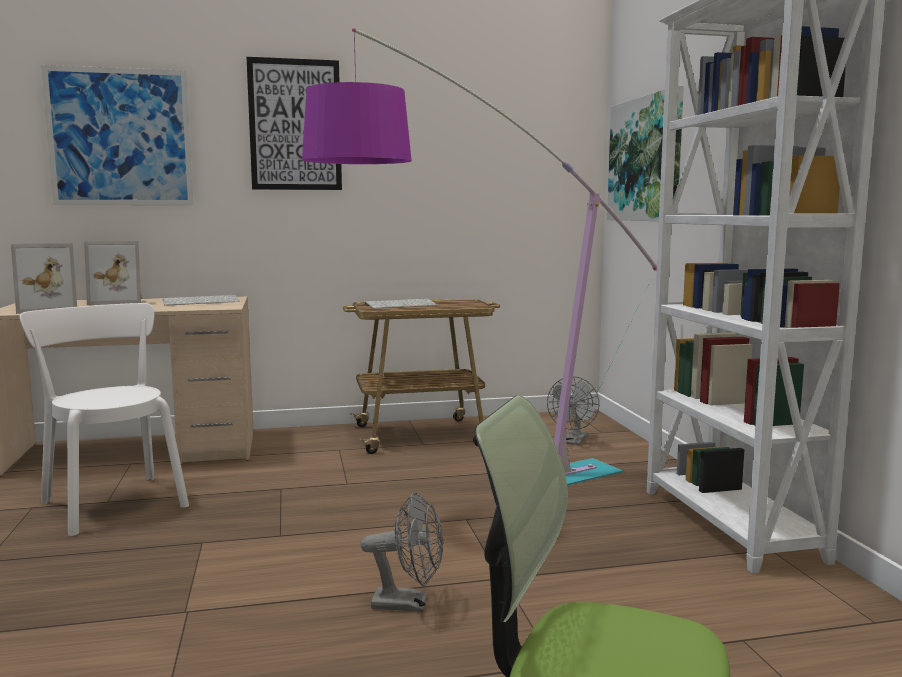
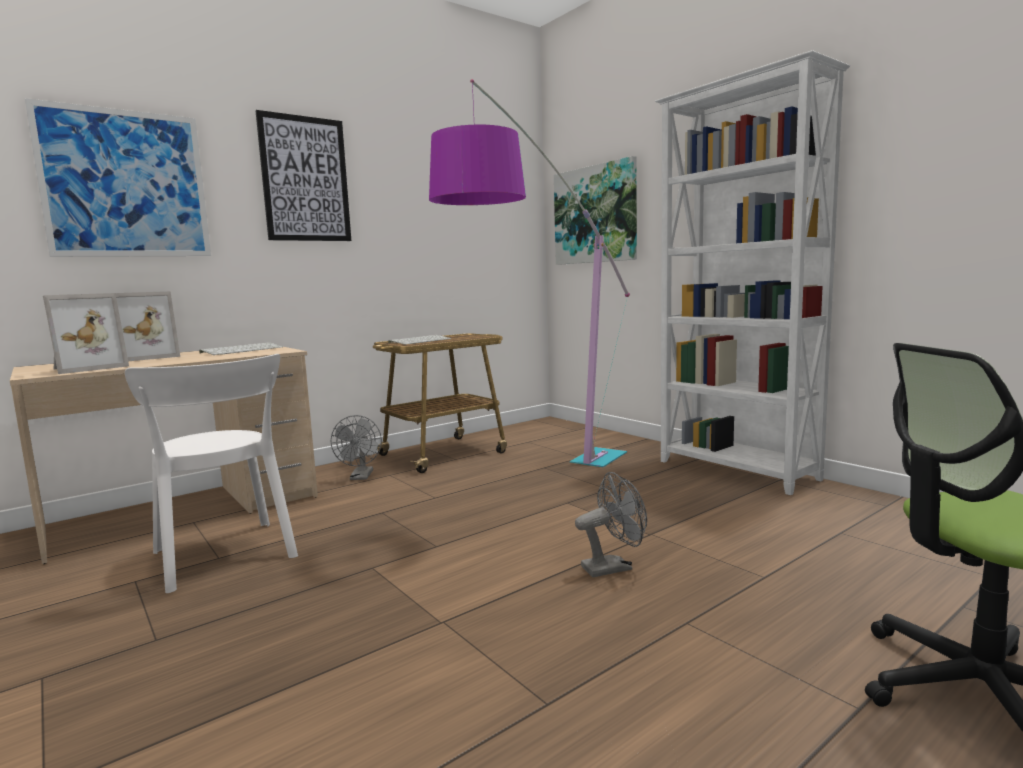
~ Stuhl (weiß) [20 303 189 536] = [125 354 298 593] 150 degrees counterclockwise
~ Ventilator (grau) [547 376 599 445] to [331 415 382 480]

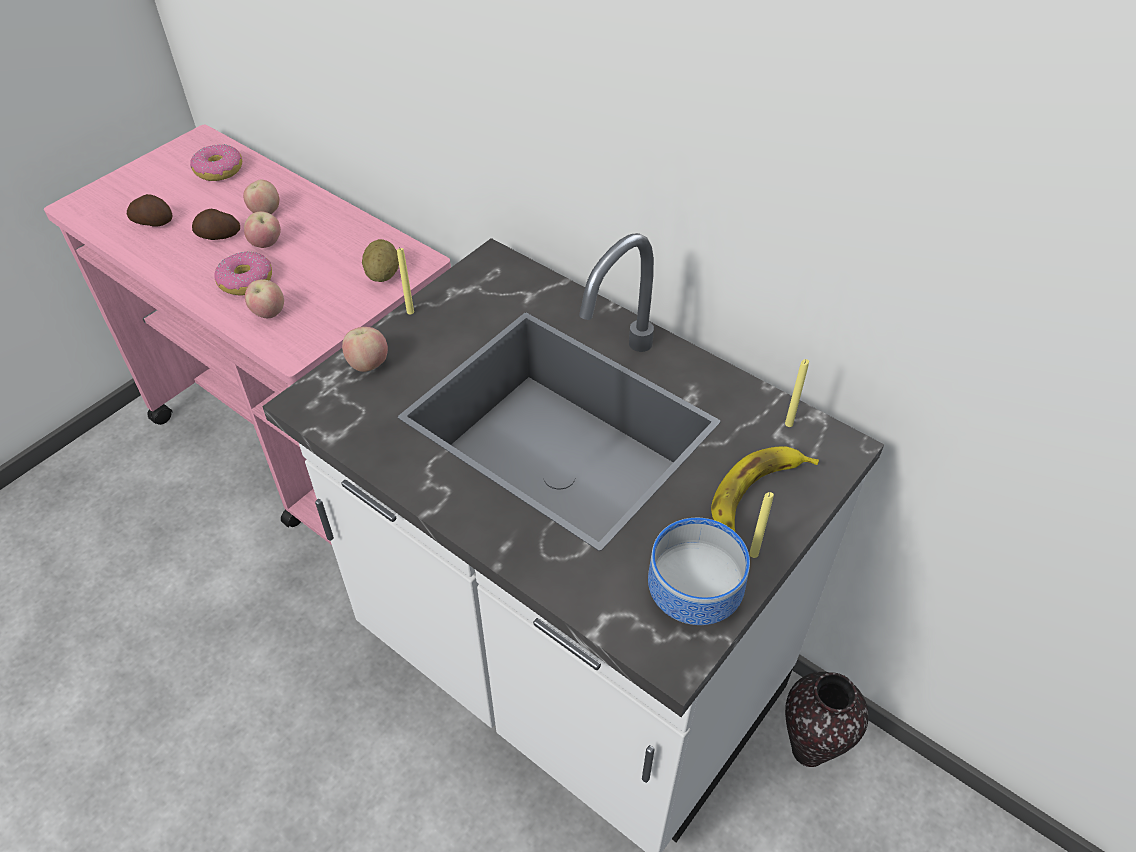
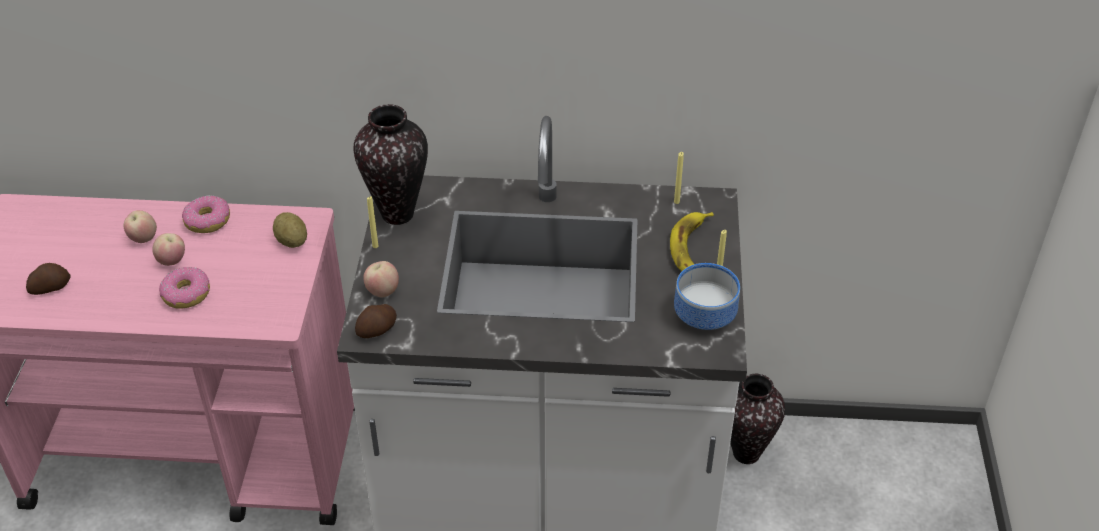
~ Donut [190 144 242 181] to [182 195 230 233]
+ Vase [354 104 428 225]
~ Kartoffel [192 209 240 240] to [355 304 397 338]
- Apfel [245 279 284 318]

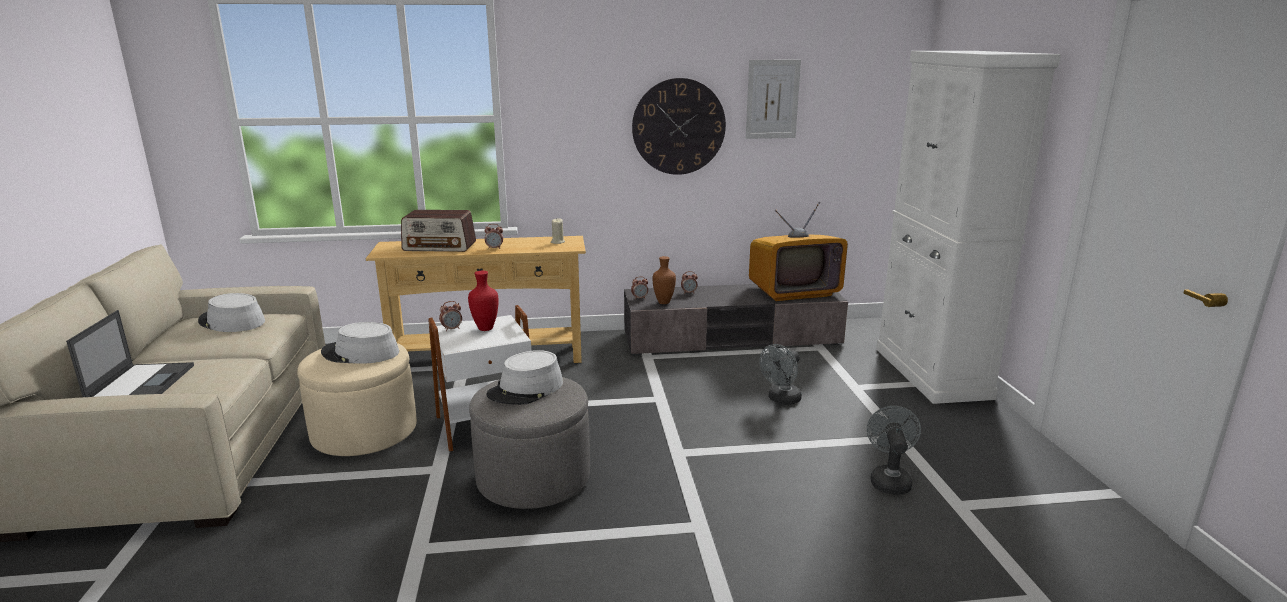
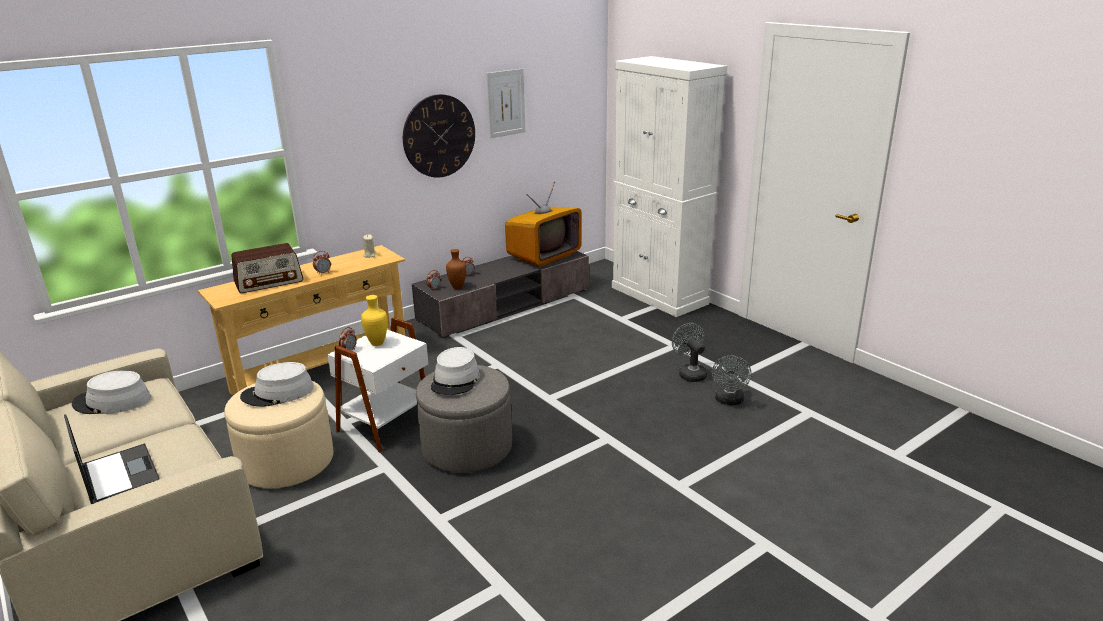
~ Vase (rot) [468 271 499 331] to Vase (gelb) [361 295 387 346]
~ Ventilator (grau) [759 344 802 405] to [712 356 752 405]

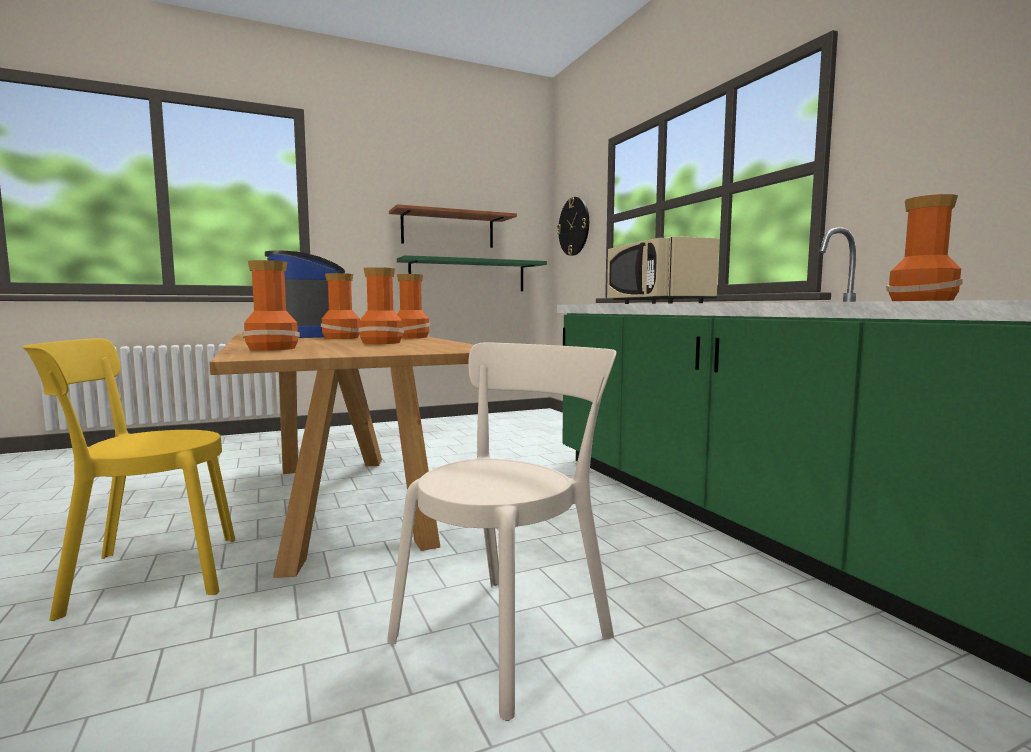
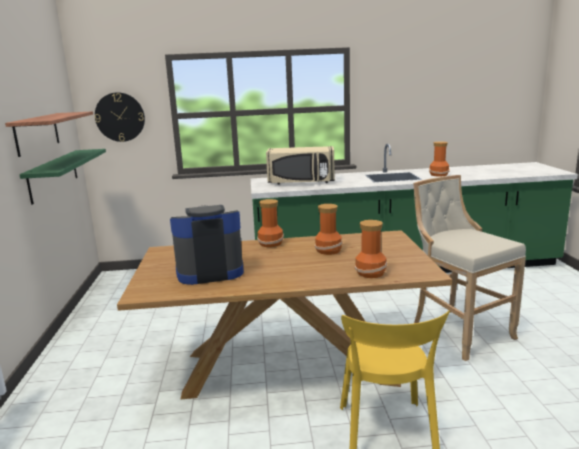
~ Stuhl (beige) [387 343 616 721] to Hocker (beige) [413 175 526 361]
- Vase [321 273 360 339]

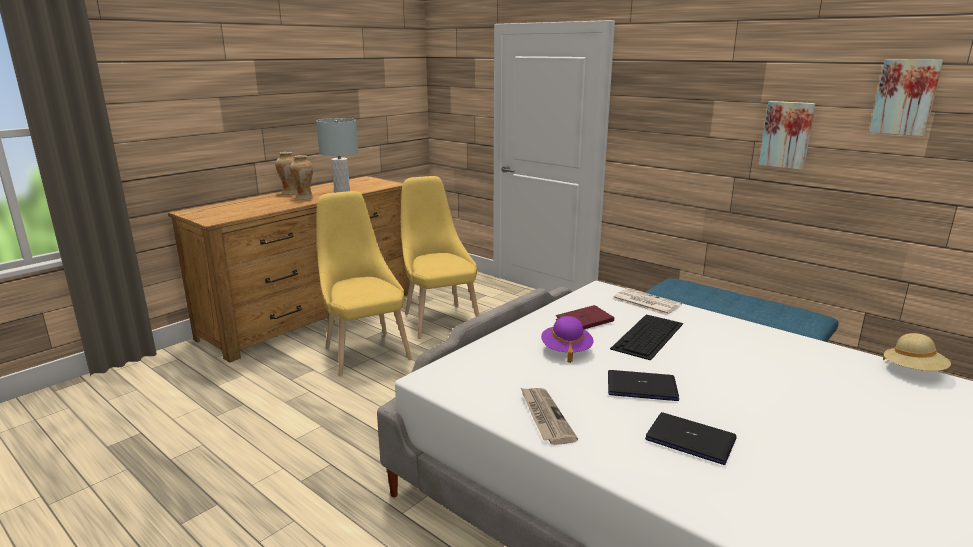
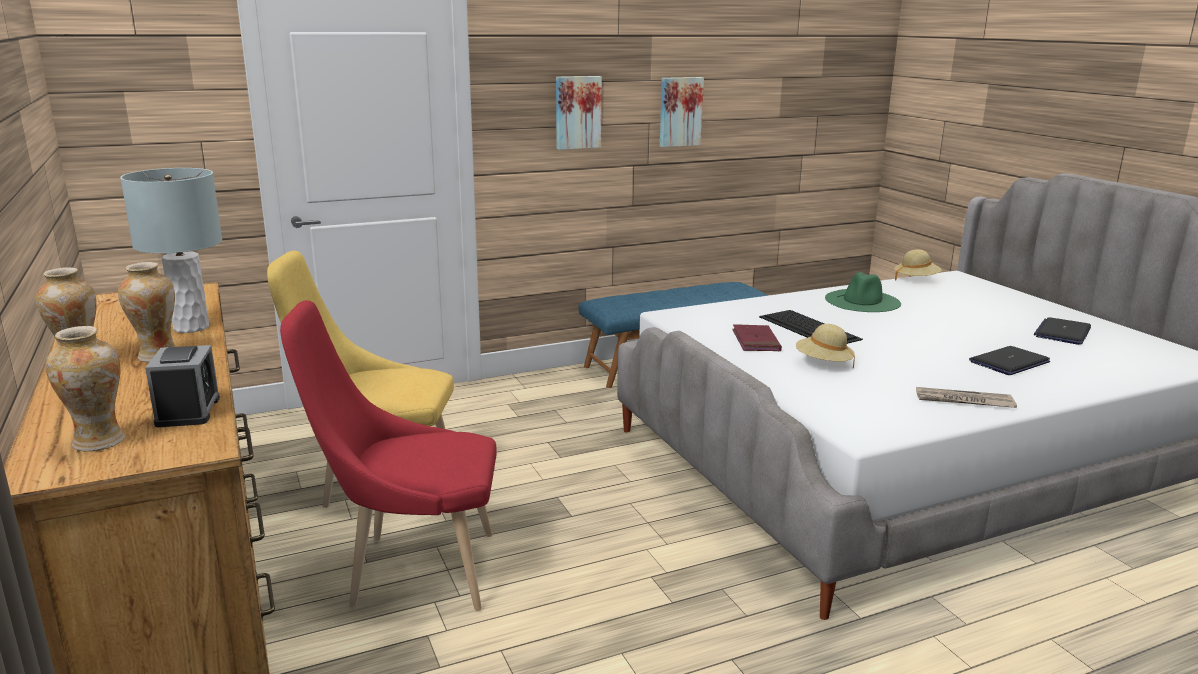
+ Vase [45 326 125 452]
+ Wecker [145 345 220 427]
~ Stuhl (gelb) [316 191 412 376] to Stuhl (rot) [280 300 497 611]
~ Bild [870 59 943 136] to [556 76 602 150]
~ Hut (lila) [541 316 593 363] to Hut (beige) [796 324 855 368]
+ Hut (grün) [825 272 901 312]
~ Laptop [608 370 679 401] to [1033 317 1091 345]
- Zeitung [613 288 682 315]

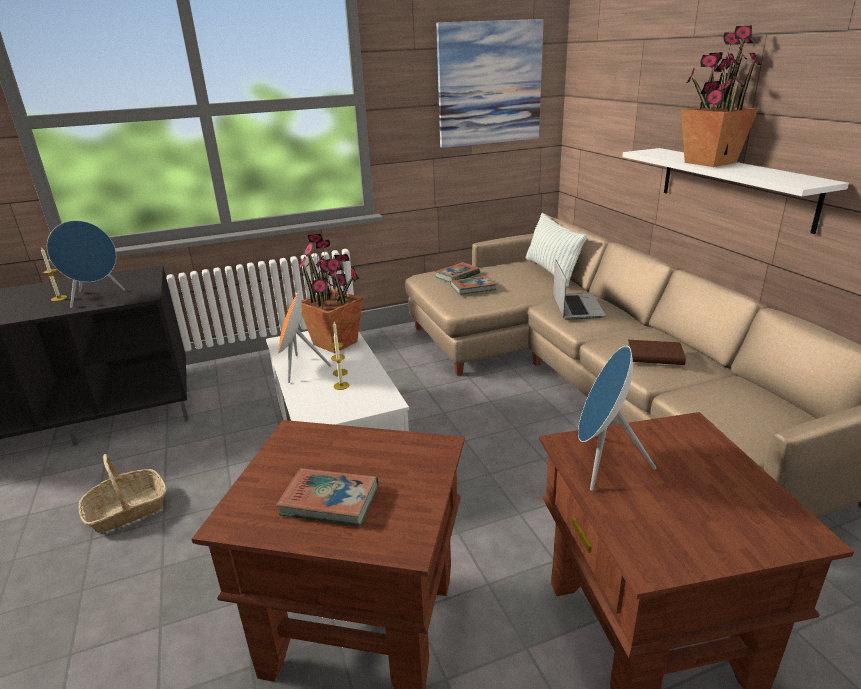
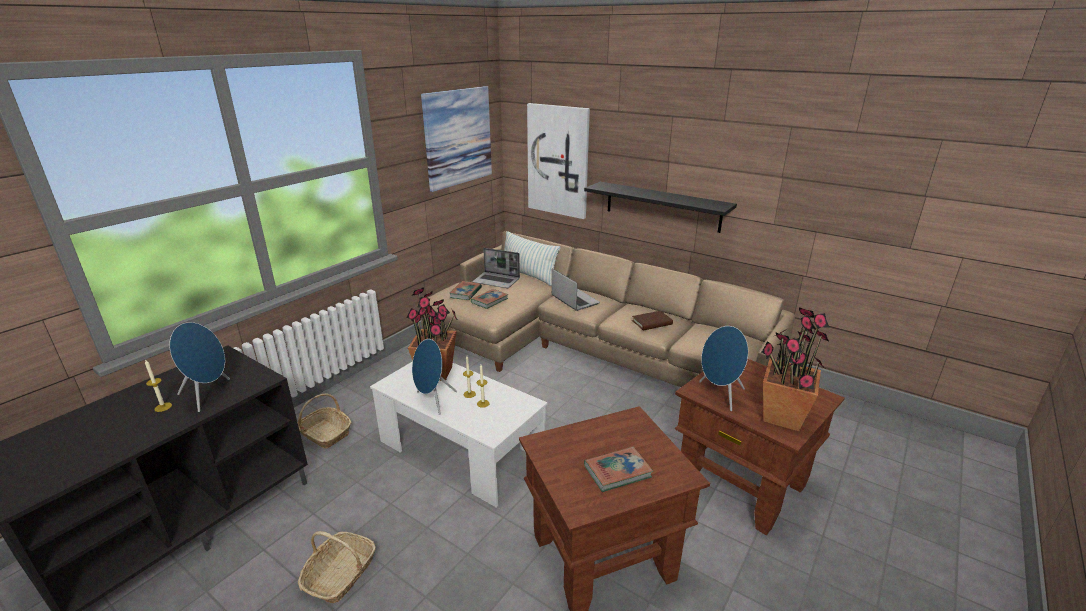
+ Korb [297 393 352 448]
~ Lautsprecher (orange) [278 292 332 383] to Lautsprecher (blau) [412 339 457 415]
+ Laptop [472 248 520 288]
+ Bild [527 103 590 219]
~ Wandregal (weiß) [622 148 849 234] to Wandregal (schwarz) [584 182 737 233]
~ Topfpflanze [681 26 761 167] to [762 307 829 431]

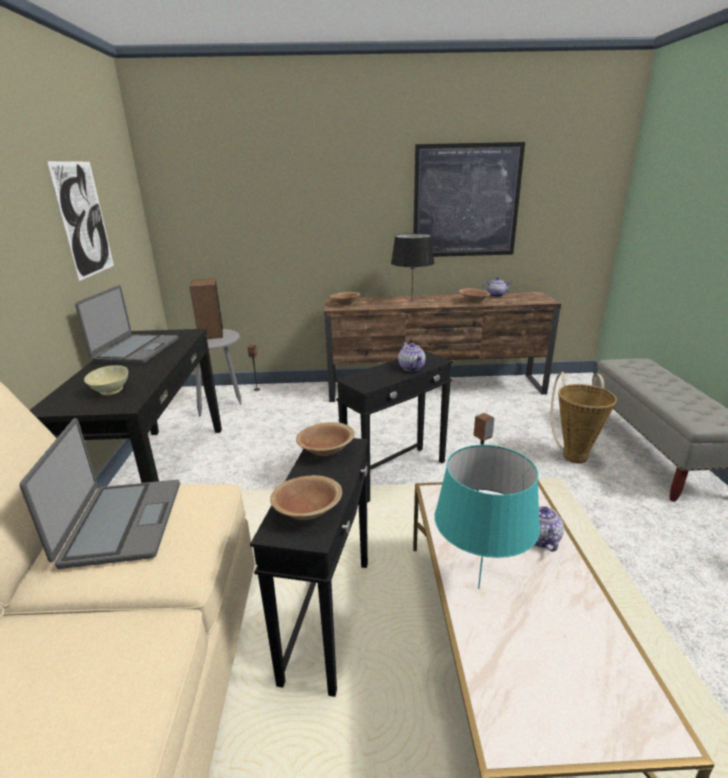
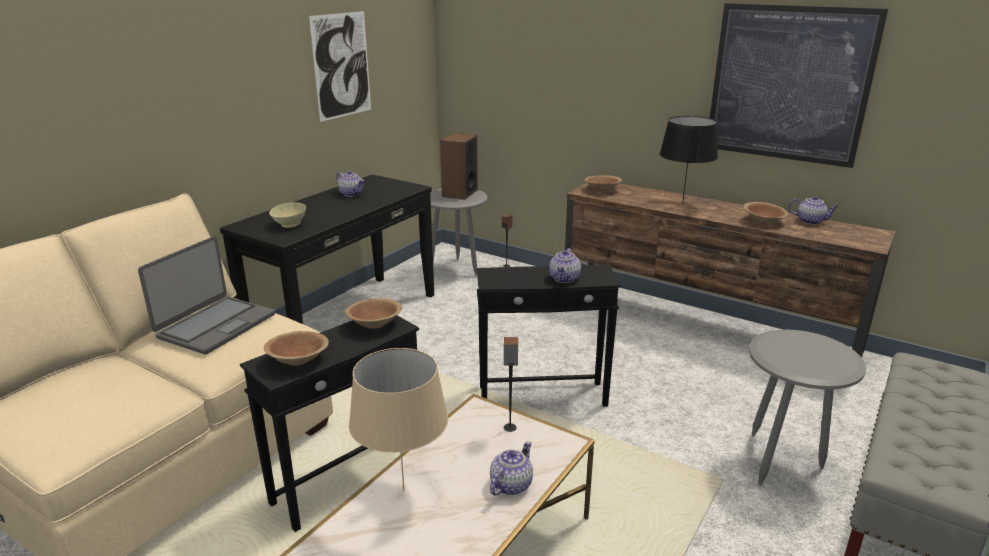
~ Laptop [75 285 179 364] to Teekanne [336 171 364 197]
~ Tischlampe (türkis) [434 445 540 589] to Tischlampe (beige) [349 348 448 491]
~ Korb [551 372 617 464] to Beistelltisch (grau) [749 330 866 486]

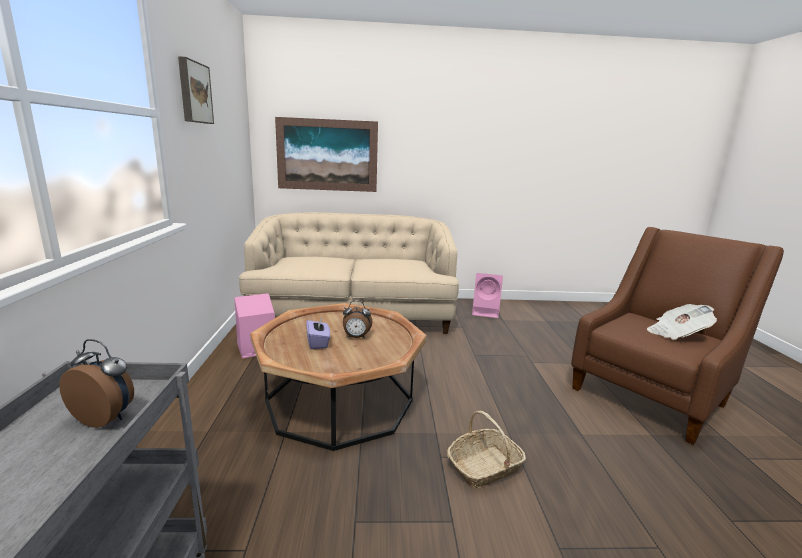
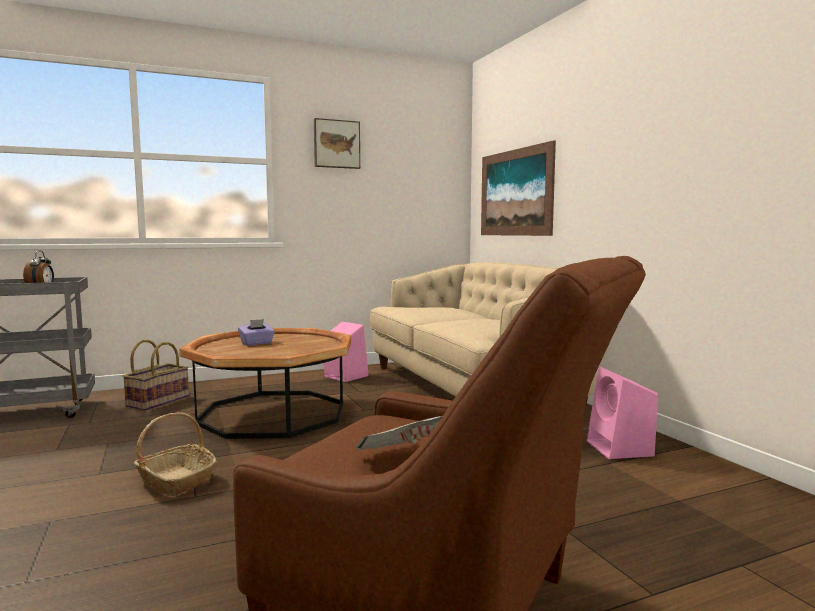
+ Korb [123 340 189 411]
- Wecker [343 301 372 339]

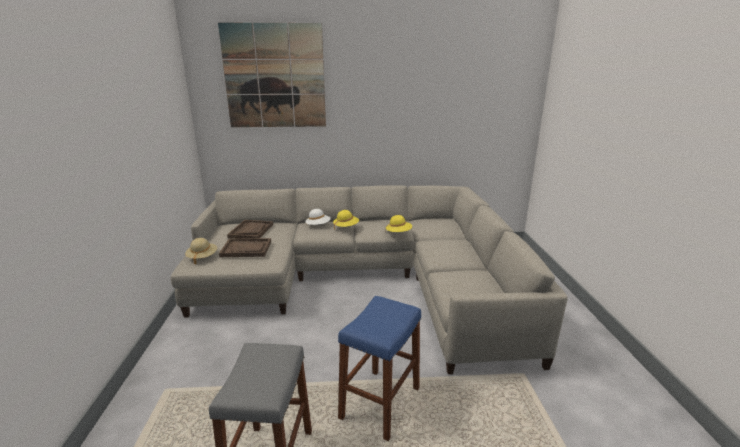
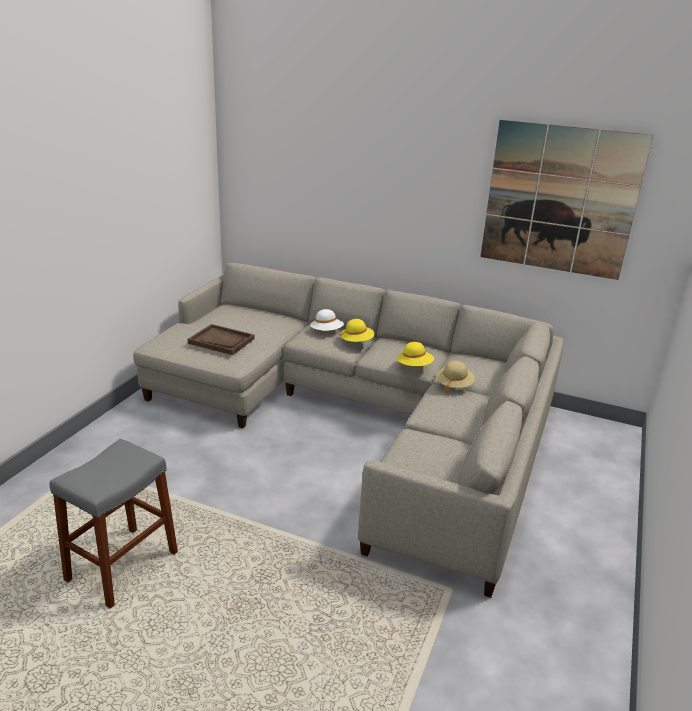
~ Hut (beige) [185 238 217 265] to [436 361 475 393]
~ Bild [218 23 326 127] to [480 120 653 280]
- Tablett (braun) [227 220 273 239]
- Hocker (blau) [338 296 421 441]

